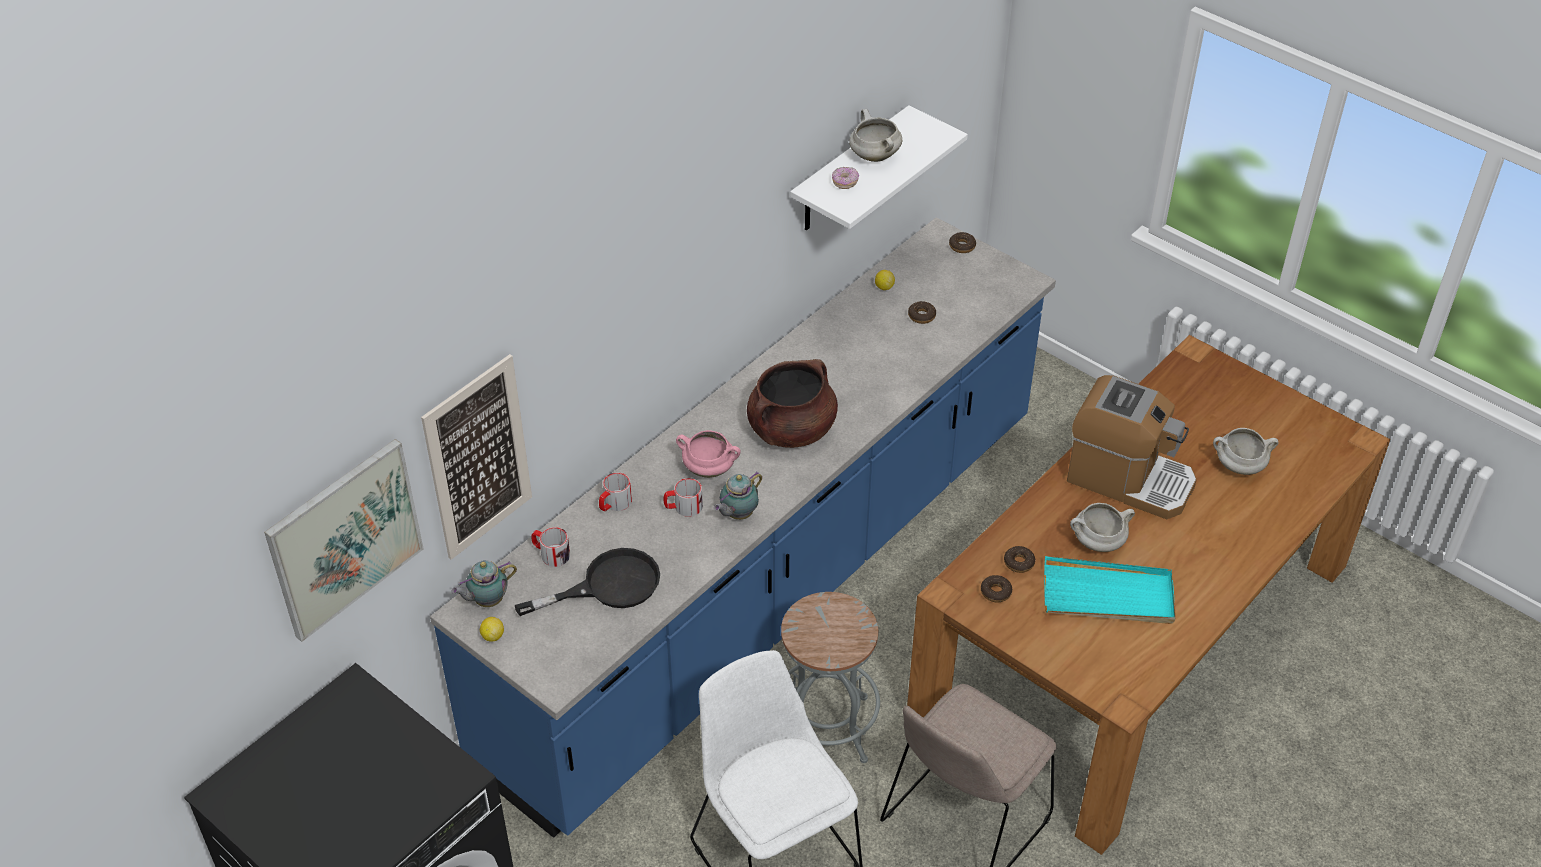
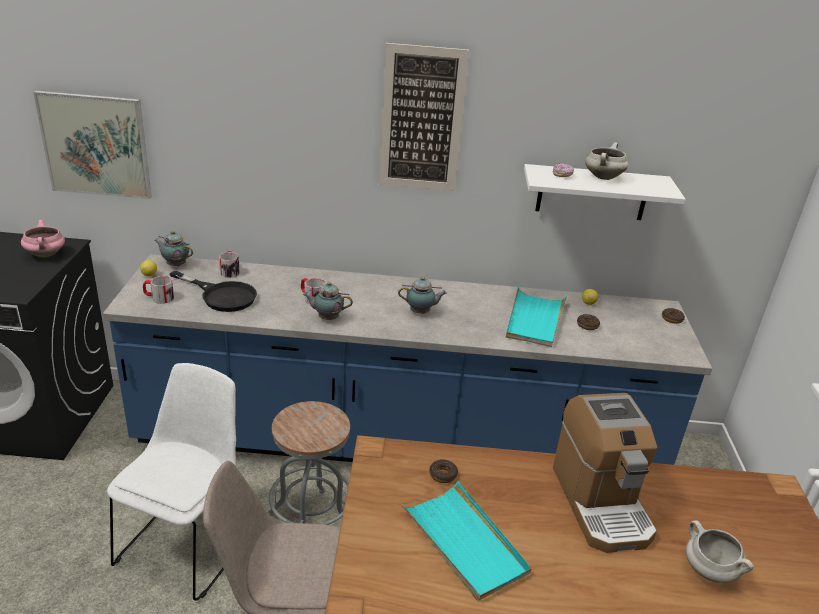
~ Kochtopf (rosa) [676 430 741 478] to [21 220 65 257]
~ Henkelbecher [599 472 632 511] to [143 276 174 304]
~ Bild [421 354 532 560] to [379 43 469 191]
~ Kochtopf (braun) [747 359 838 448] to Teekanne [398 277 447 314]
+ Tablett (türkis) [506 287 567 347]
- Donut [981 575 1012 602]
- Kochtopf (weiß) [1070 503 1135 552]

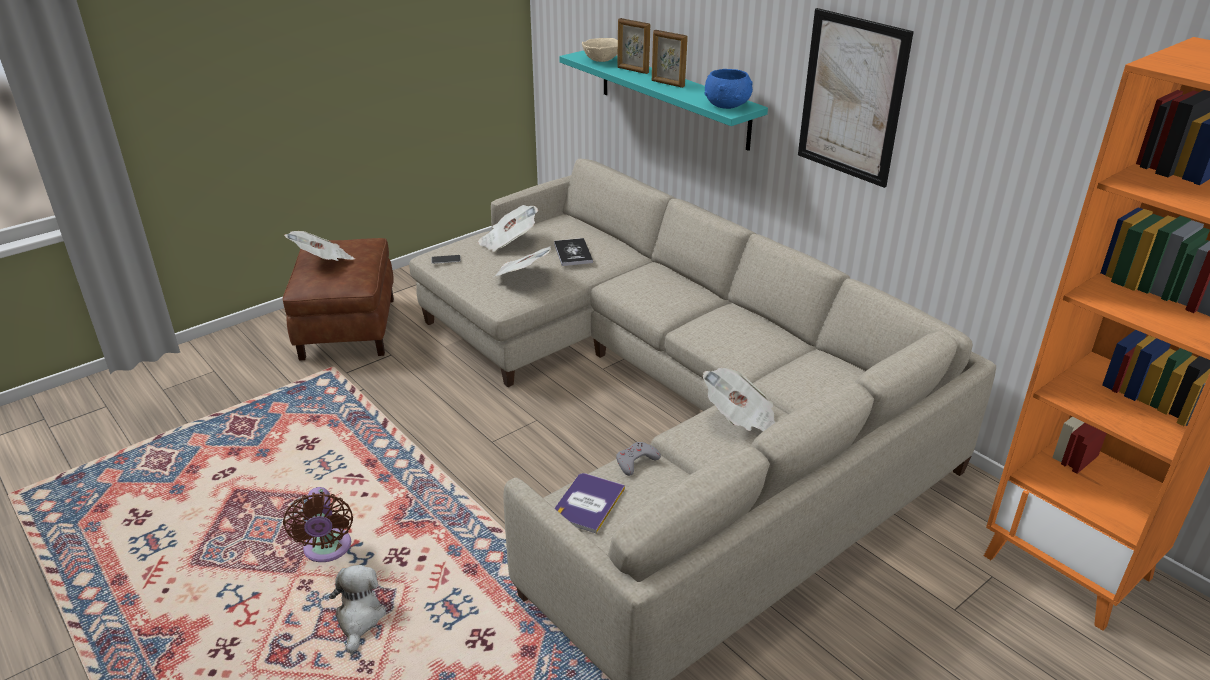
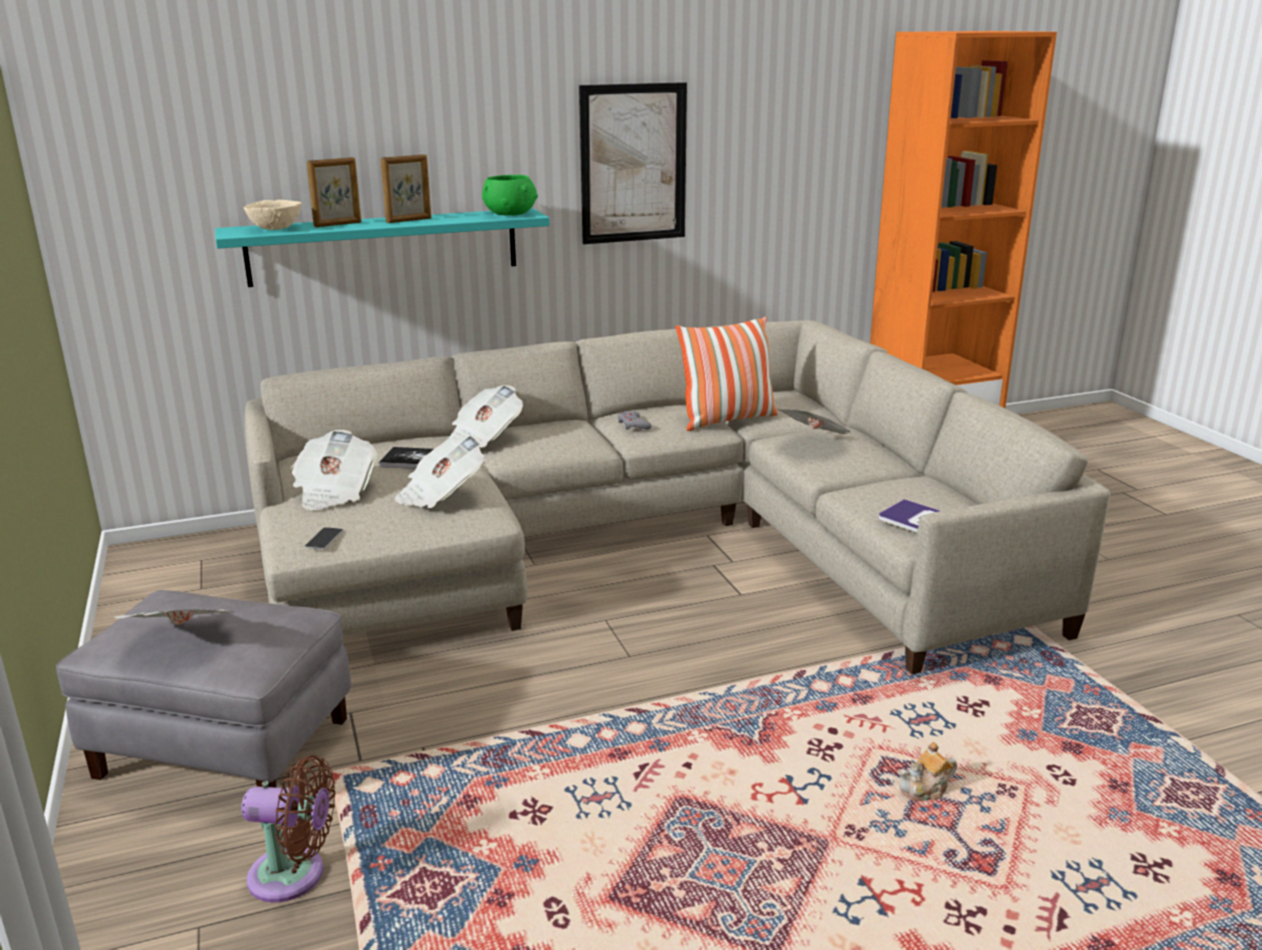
~ Polsterhocker (braun) [282 238 394 360] to Polsterhocker (grau) [56 590 351 788]
~ Ventilator (braun) [283 487 353 562] to [241 755 336 902]
+ Zeitung [447 385 523 448]
~ Schüssel (blau) [704 69 753 109] to Schüssel (grün) [482 175 538 216]
~ Gamepad (grau) [616 442 661 476] to [618 411 652 430]
+ Kissen [676 316 779 431]
~ Plüschtier [329 565 386 654] to Teekanne [897 742 957 801]

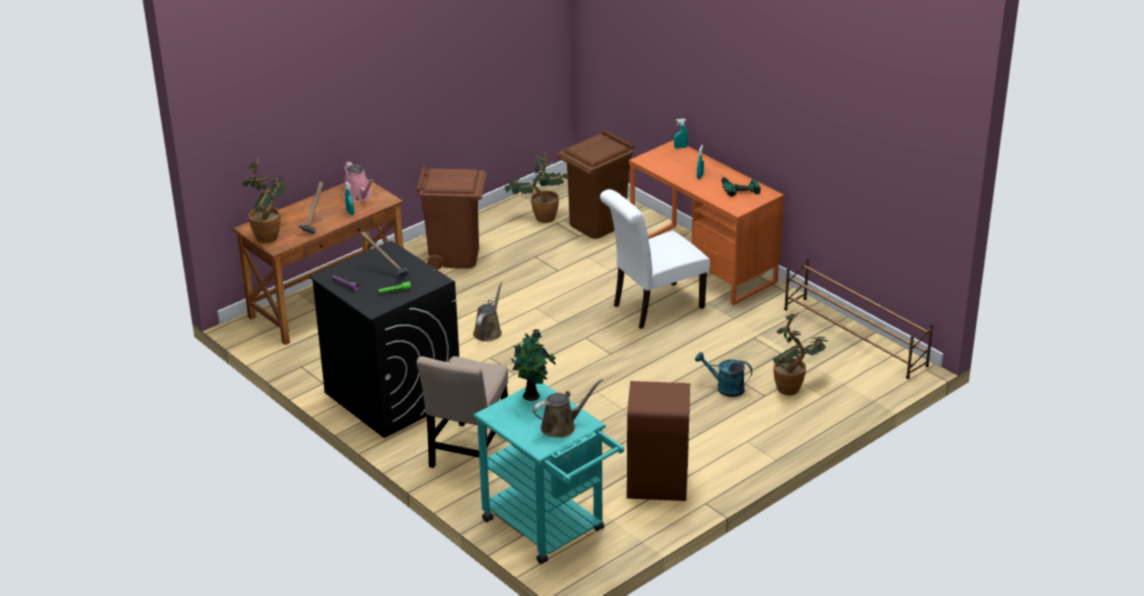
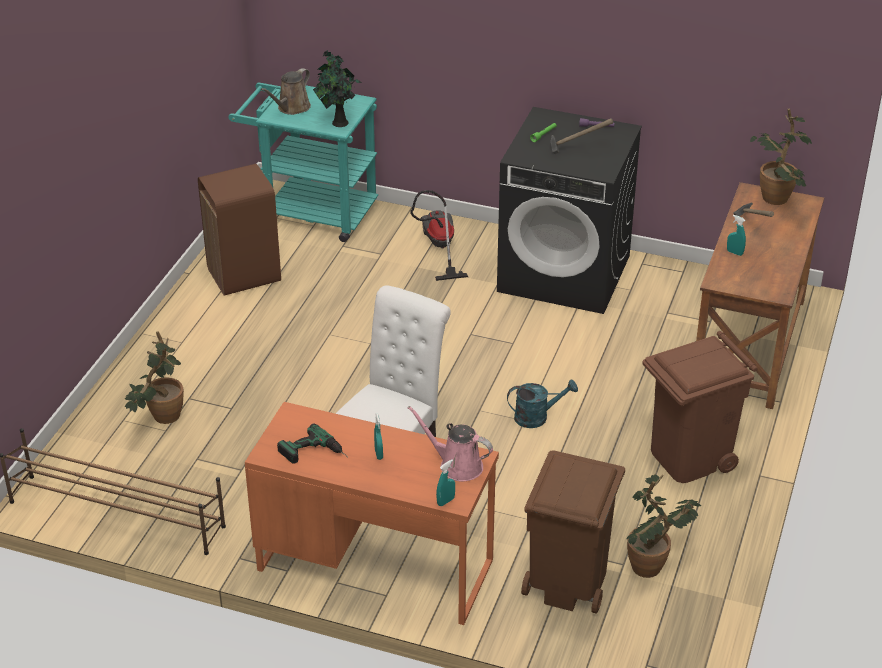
~ Gießkanne (rosa) [343 161 374 202] to [408 406 493 481]
~ Stuhl (beige) [417 356 508 468] to Staubsauger [410 190 468 281]
~ Gießkanne (türkis) [695 352 752 397] to [507 379 578 428]
- Gießkanne (braun) [473 282 503 342]

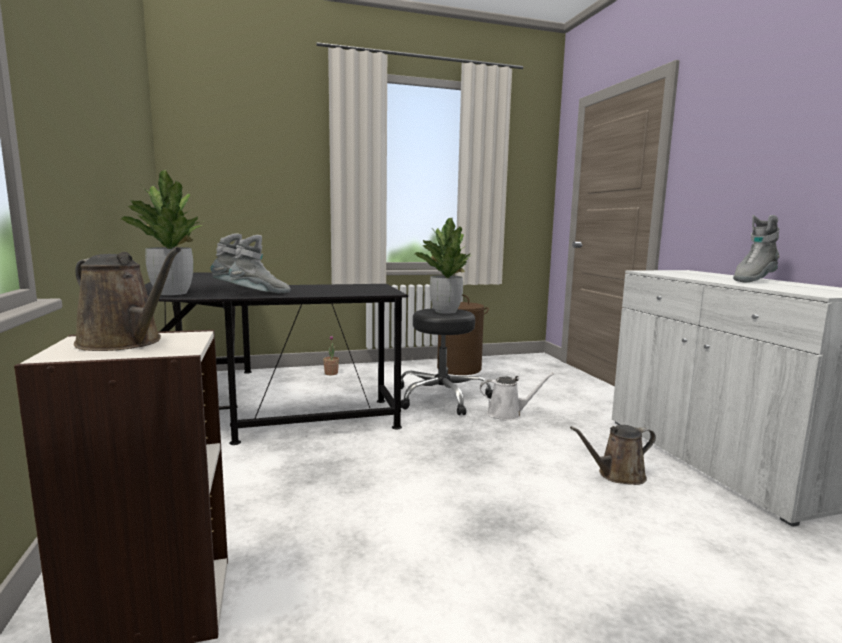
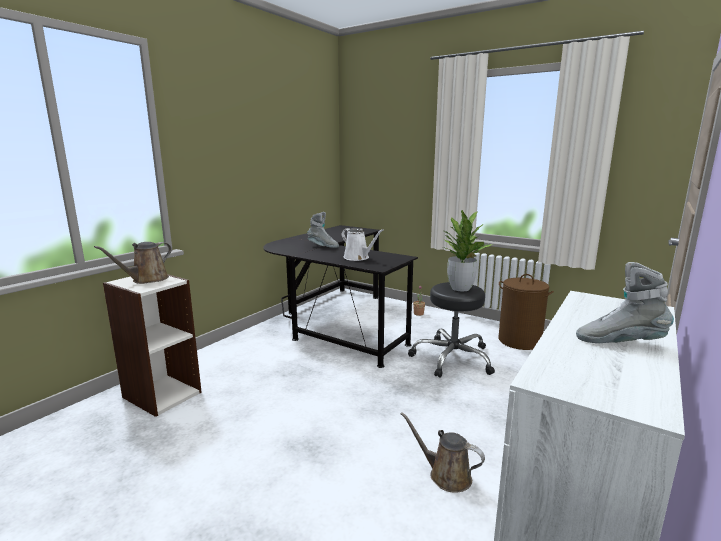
~ Gießkanne (braun) [74 247 181 351] = [94 242 172 284] 45 degrees clockwise
~ Gießkanne (weiß) [480 373 554 421] to [341 228 383 261]
- Topfpflanze [121 170 204 295]
- Stiefel (grau) [229 235 291 293]

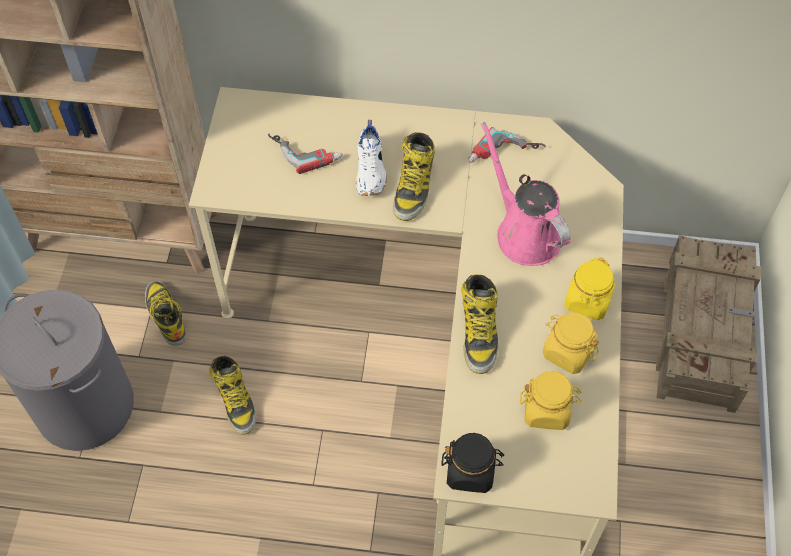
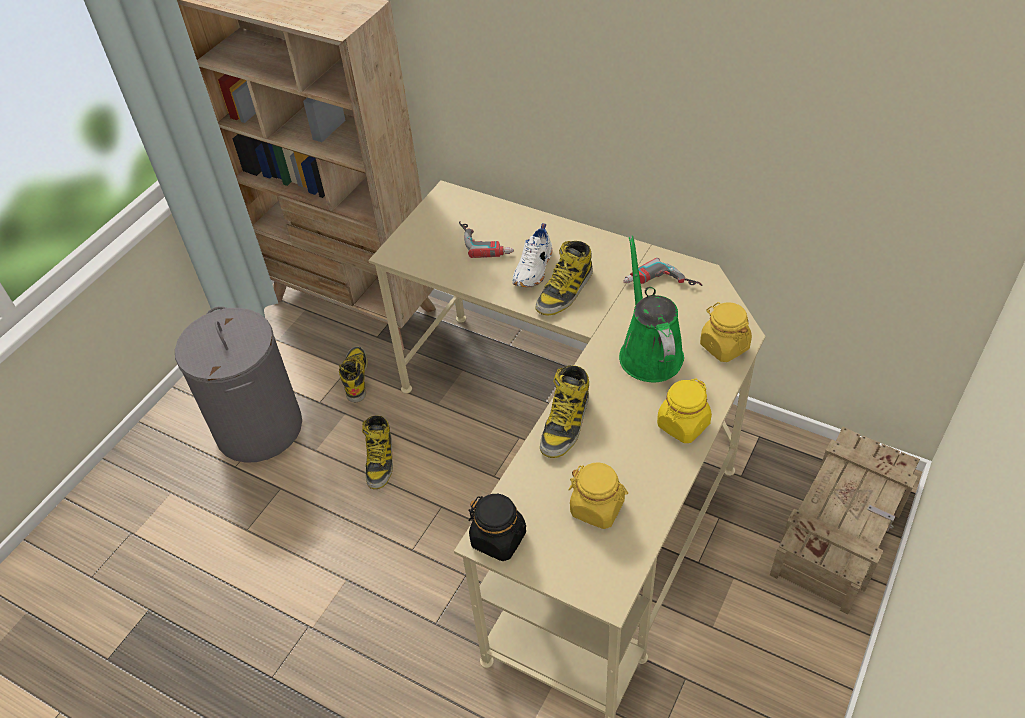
~ Gießkanne (rosa) [481 122 571 266] to Gießkanne (grün) [619 235 684 382]
~ Vorratsglas (gelb) [543 312 600 374] to [700 302 752 362]

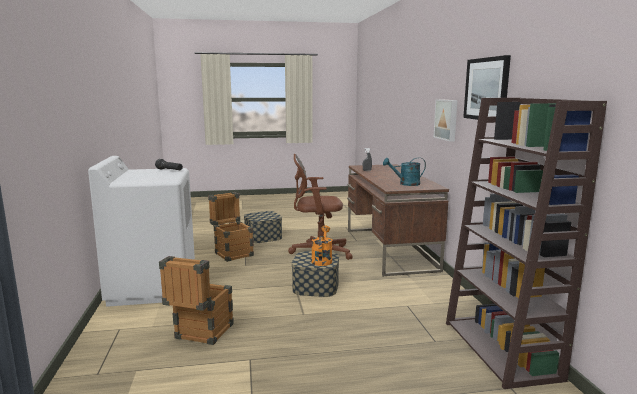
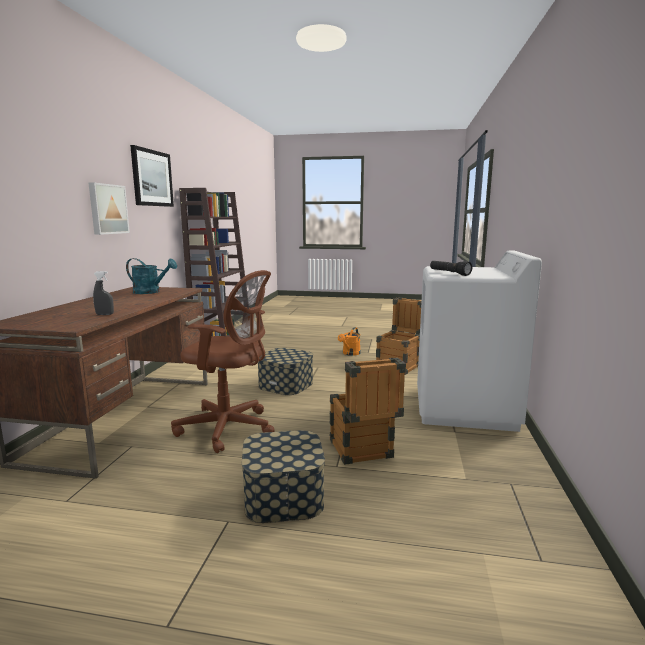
~ Gießkanne (orange) [311 225 332 266] to [338 327 360 356]

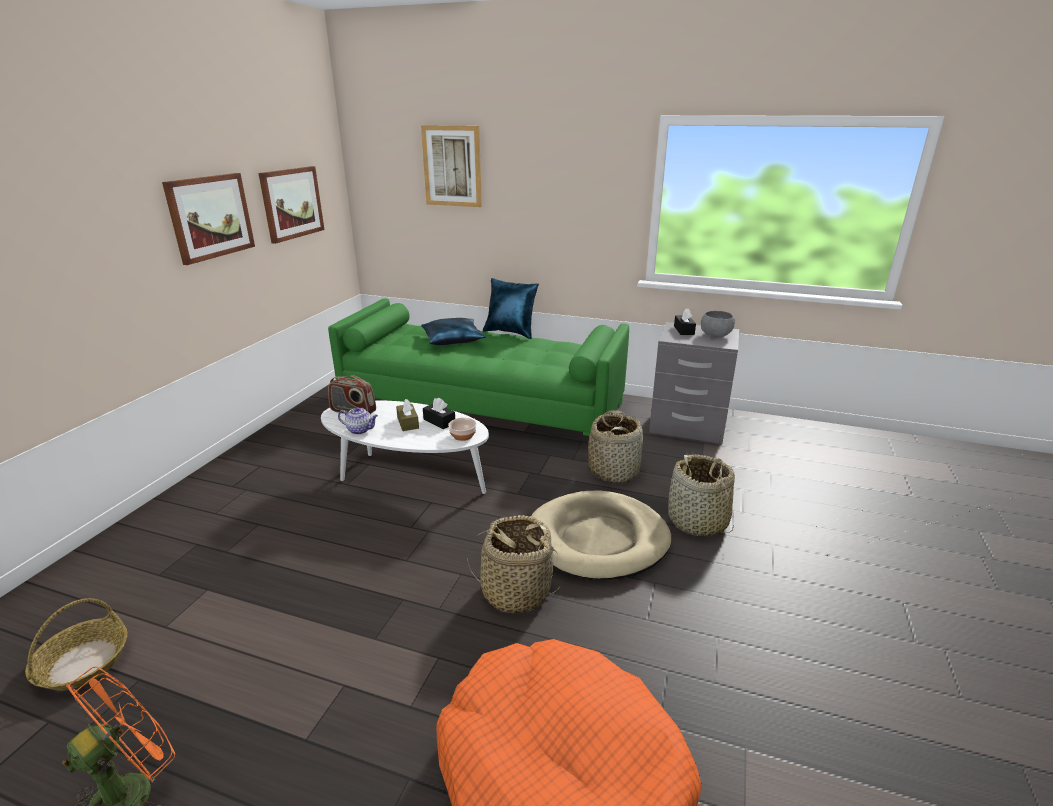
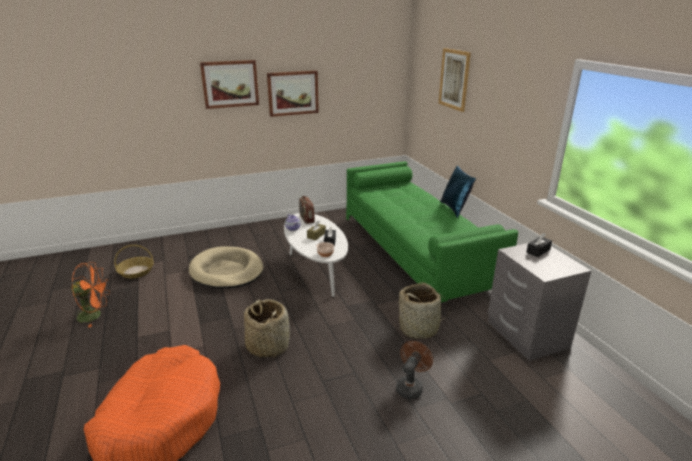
~ Hundebett (beige) [531 491 671 580] to [189 246 264 289]
~ Bild [258 166 324 244] to [200 60 259 109]
~ Korb [668 454 735 536] to Ventilator (braun) [396 341 433 399]
- Kissen (blau) [421 318 486 345]
- Schüssel (grau) [701 311 735 338]

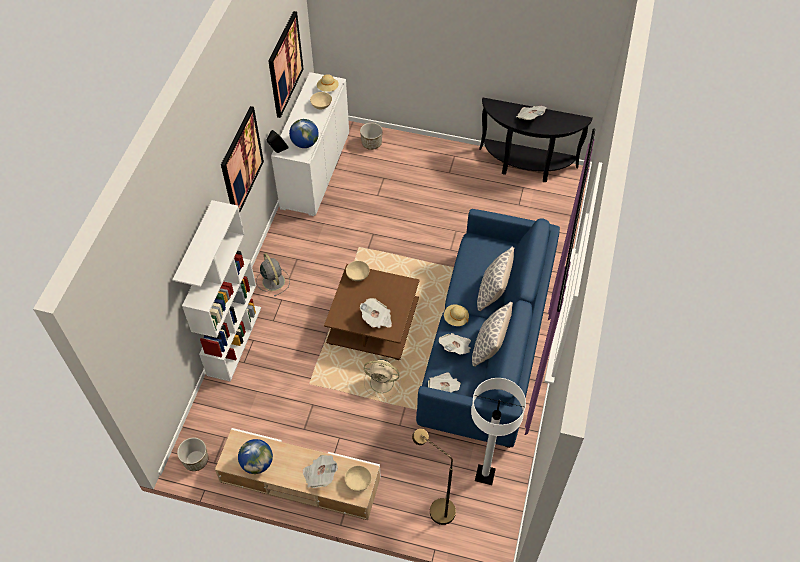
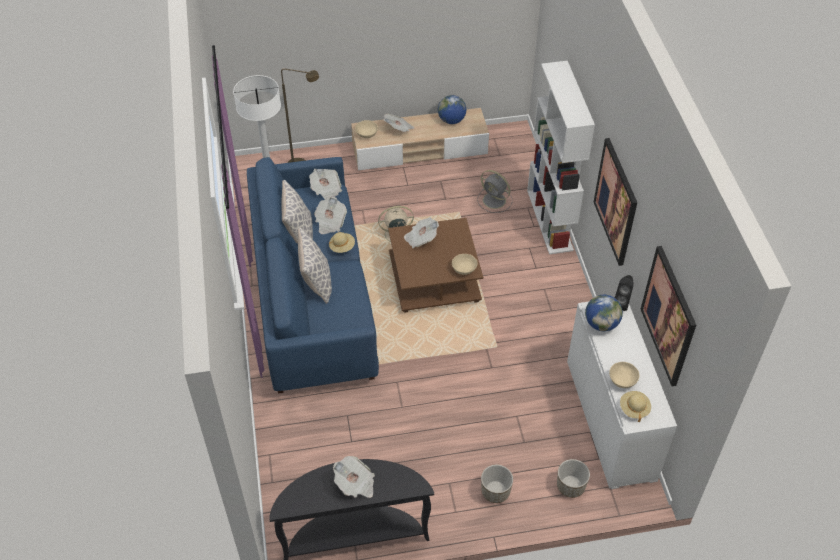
~ Ventilator (grau) [256 253 290 297] to [477 170 513 213]
~ Pflanzkübel [177 437 208 471] to [481 465 513 503]

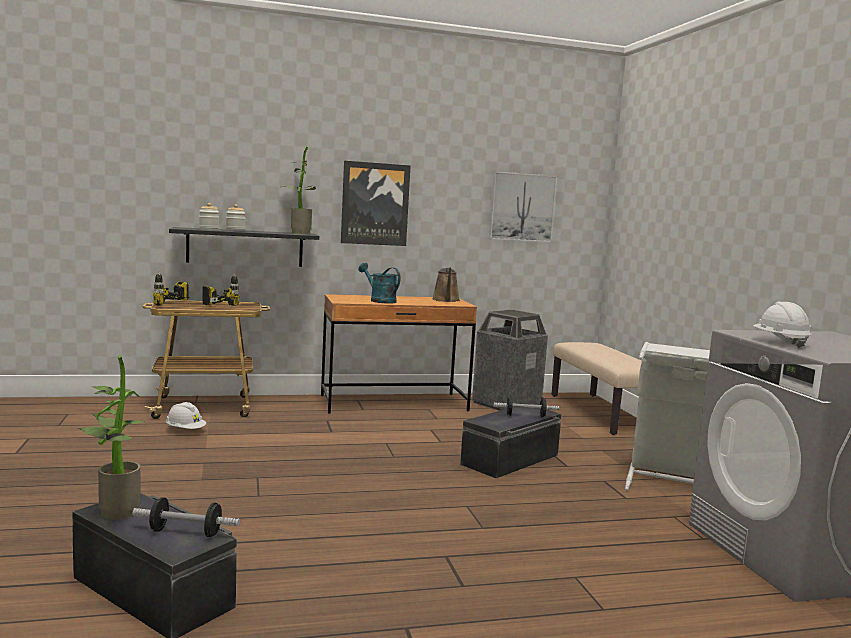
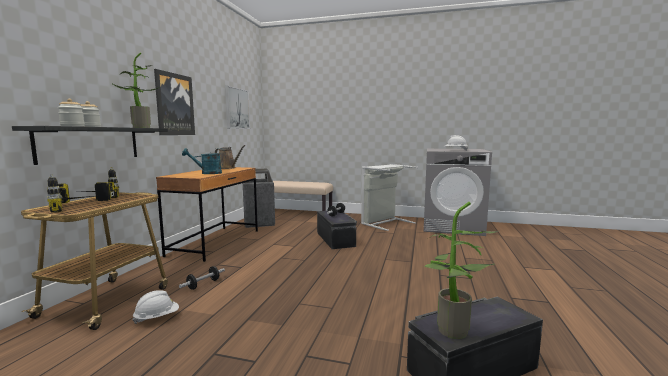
~ Hantel [132 497 240 537] to [179 266 225 290]

